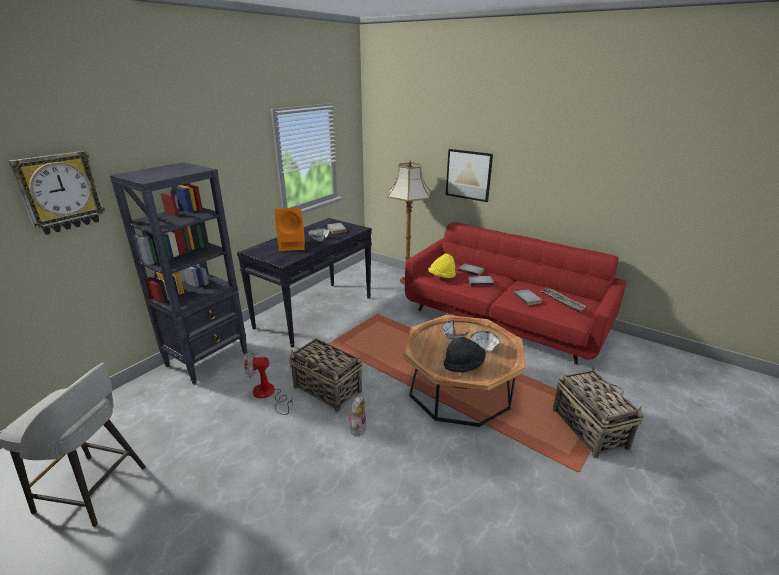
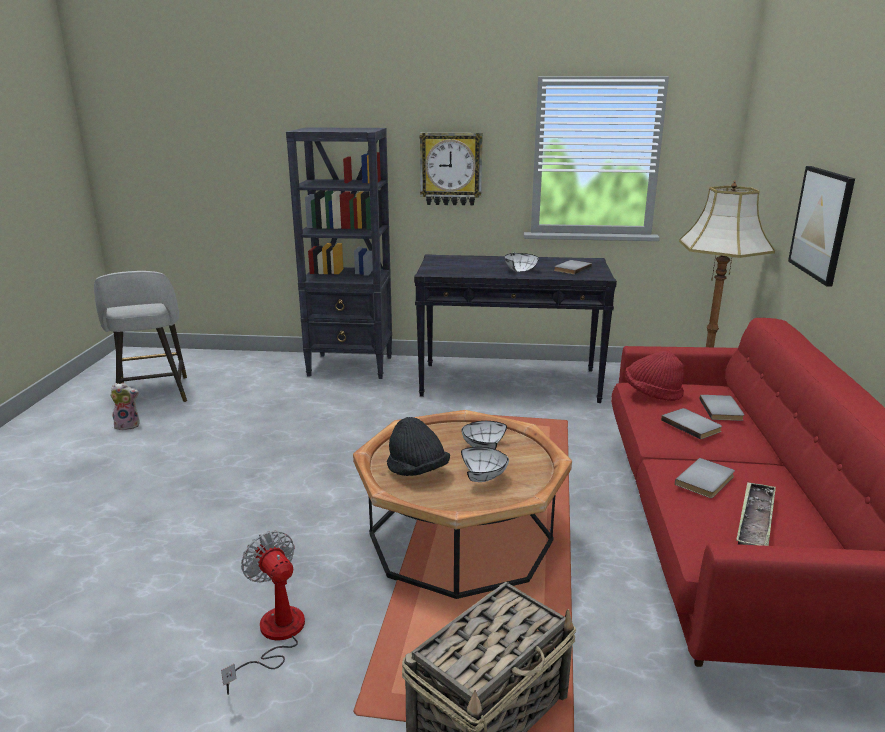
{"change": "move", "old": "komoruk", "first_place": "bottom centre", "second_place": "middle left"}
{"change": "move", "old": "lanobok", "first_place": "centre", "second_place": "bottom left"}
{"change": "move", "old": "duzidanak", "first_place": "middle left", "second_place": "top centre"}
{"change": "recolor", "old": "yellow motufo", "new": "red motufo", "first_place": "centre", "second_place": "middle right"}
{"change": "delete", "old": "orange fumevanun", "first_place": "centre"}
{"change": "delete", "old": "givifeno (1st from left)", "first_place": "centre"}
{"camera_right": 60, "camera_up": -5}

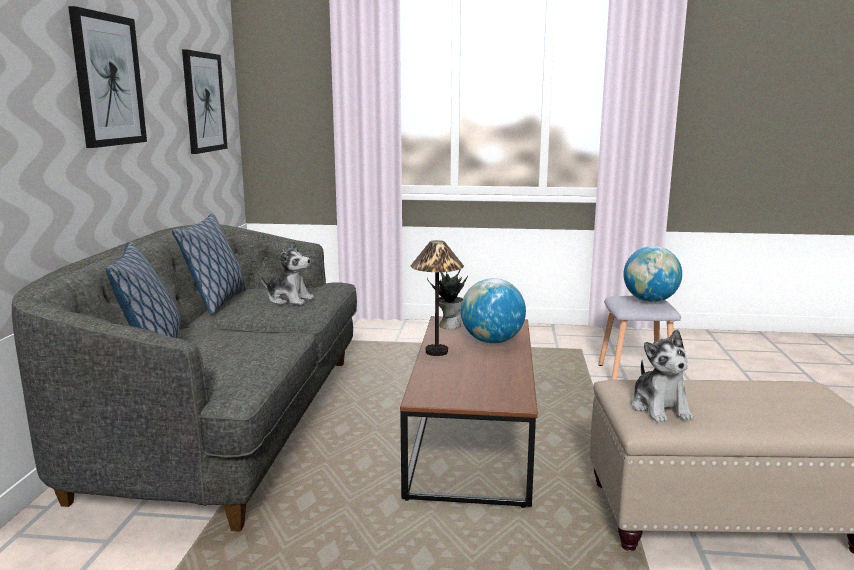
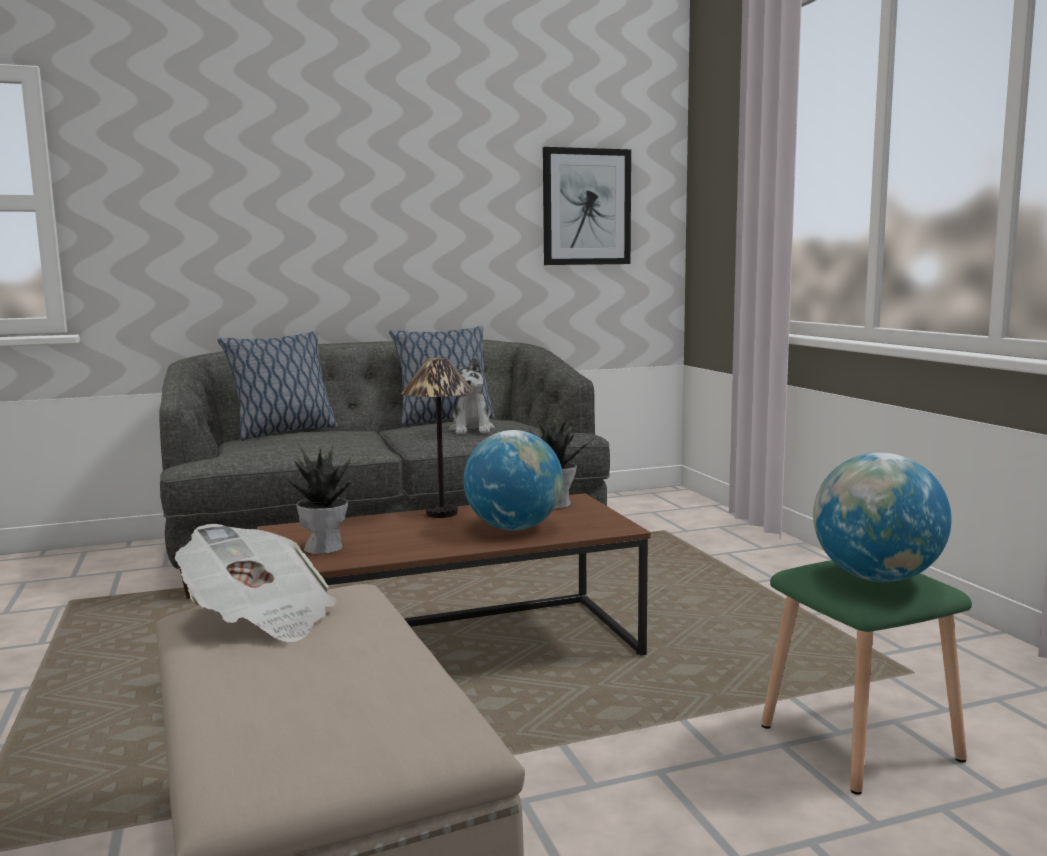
{"change": "replace", "old": "komoruk (2nd from left)", "new": "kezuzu", "first_place": "middle right", "second_place": "bottom left"}
{"change": "insert", "new": "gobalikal (1st from left)", "second_place": "middle left"}
{"change": "recolor", "old": "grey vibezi", "new": "green vibezi", "first_place": "middle right", "second_place": "bottom right"}
{"change": "delete", "old": "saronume (1st from left)", "first_place": "top left"}
{"camera_right": 65, "camera_up": -5}

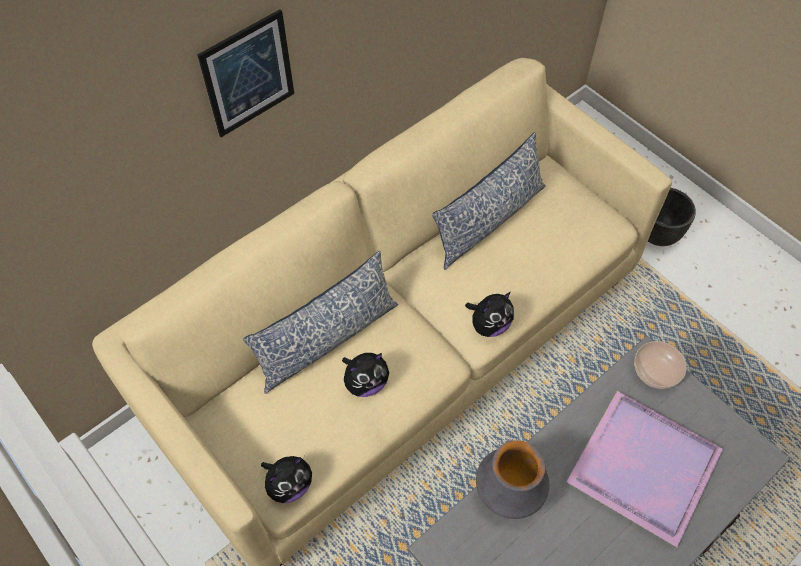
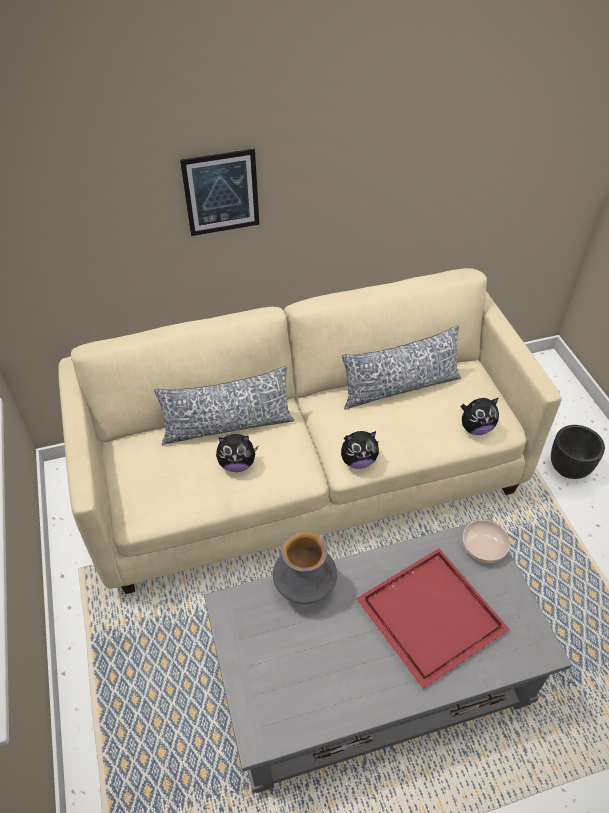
{"change": "recolor", "old": "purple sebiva", "new": "red sebiva", "first_place": "bottom right", "second_place": "bottom right"}
{"change": "move", "old": "komoruk (1st from left in the first image)", "new": "komoruk (3rd from left)", "first_place": "bottom centre", "second_place": "middle right"}
{"camera_right": 25, "camera_up": -10}

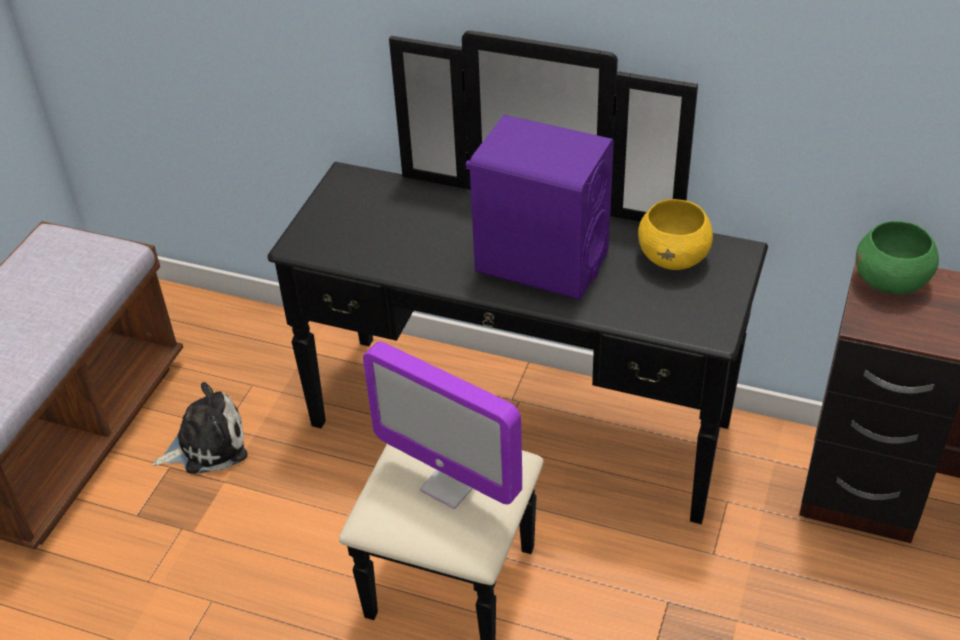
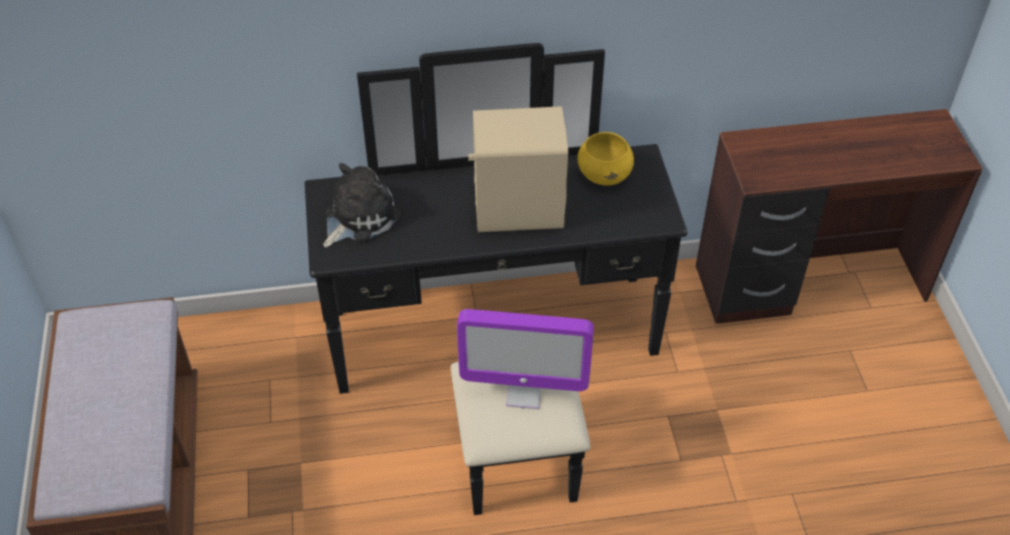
{"change": "move", "old": "komoruk", "first_place": "bottom left", "second_place": "centre"}
{"change": "recolor", "old": "purple fumevanun", "new": "beige fumevanun", "first_place": "top centre", "second_place": "top centre"}
{"change": "delete", "old": "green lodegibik", "first_place": "middle right"}
{"camera_right": -30, "camera_up": 5}

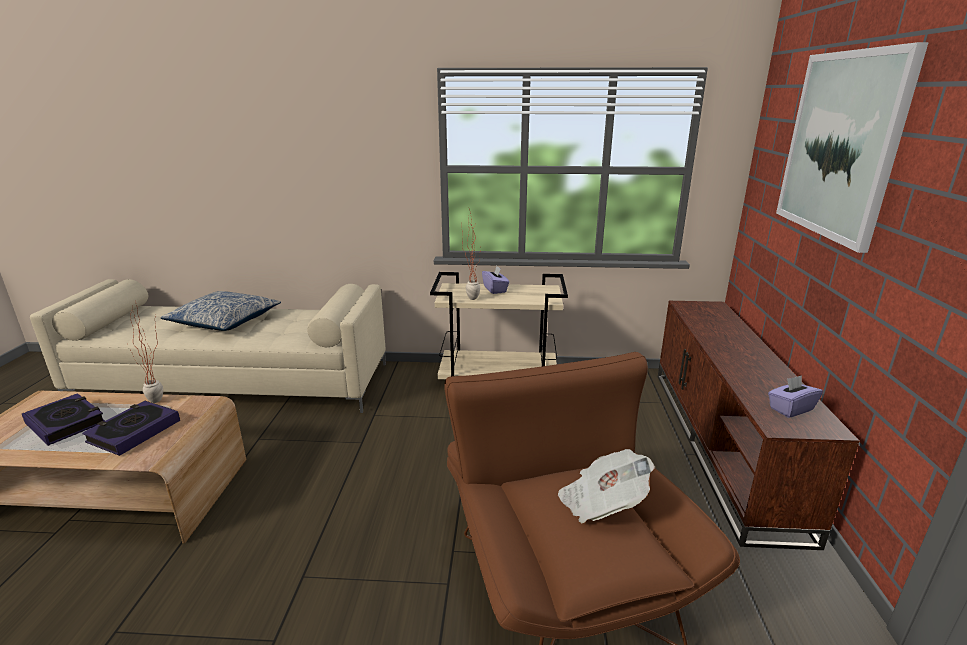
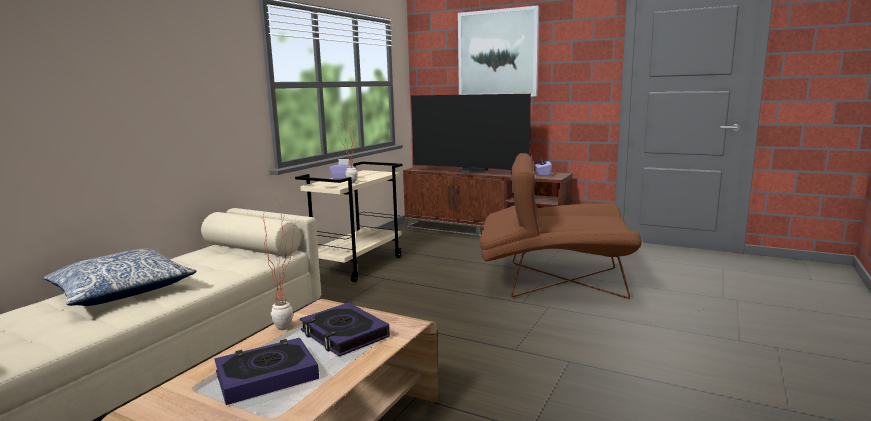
{"change": "insert", "new": "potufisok", "second_place": "top centre"}
{"change": "delete", "old": "kezuzu", "first_place": "bottom centre"}
{"camera_right": -65, "camera_up": -10}

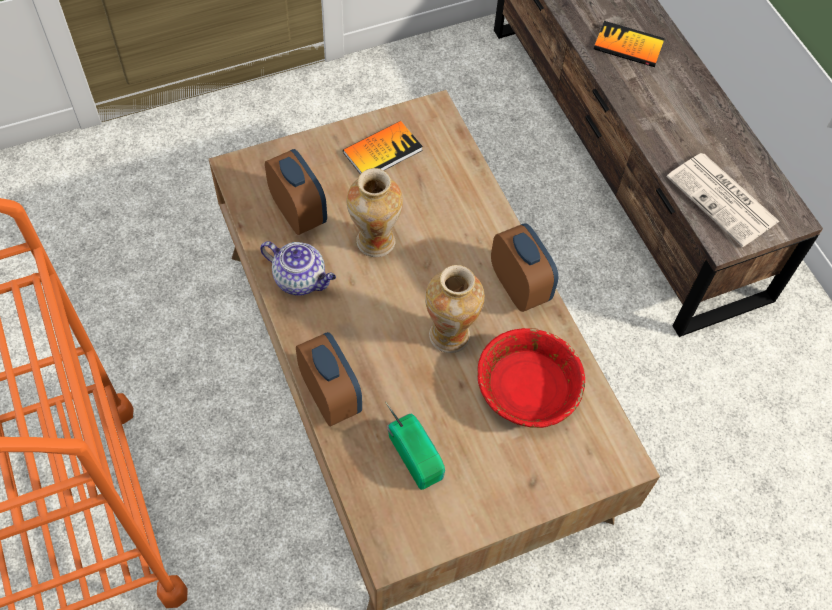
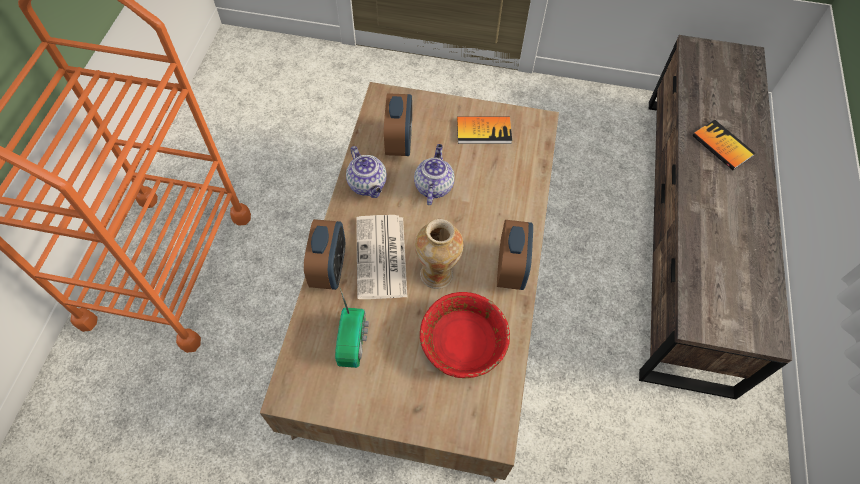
{"change": "move", "old": "kezuzu", "first_place": "top right", "second_place": "centre"}
{"change": "replace", "old": "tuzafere (1st from left)", "new": "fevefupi (2nd from left)", "first_place": "centre", "second_place": "centre"}
{"camera_right": 35, "camera_up": 0}

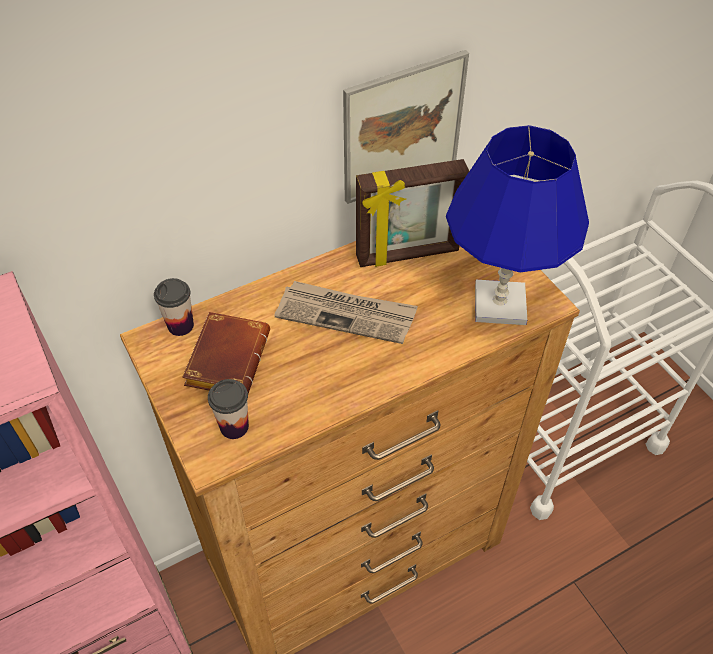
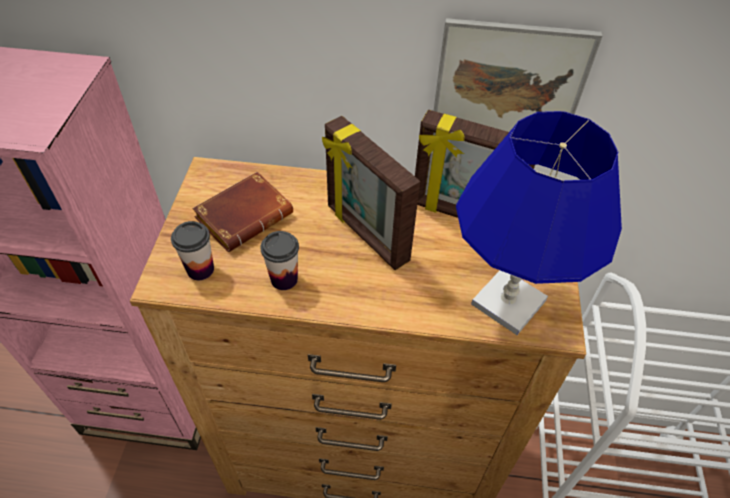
{"change": "move", "old": "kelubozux (1st from left in the first image)", "new": "kelubozux (2nd from left)", "first_place": "middle left", "second_place": "centre"}
{"change": "replace", "old": "kezuzu", "new": "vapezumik (1st from left)", "first_place": "centre", "second_place": "centre"}
{"camera_right": 35, "camera_up": 0}

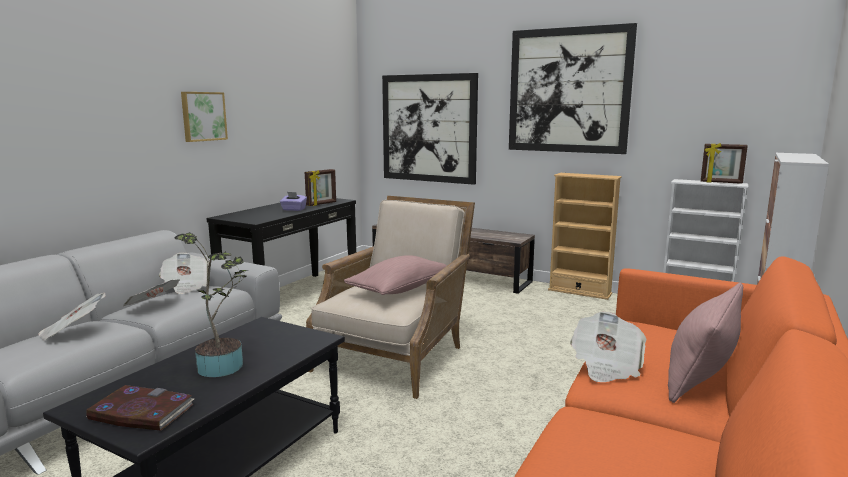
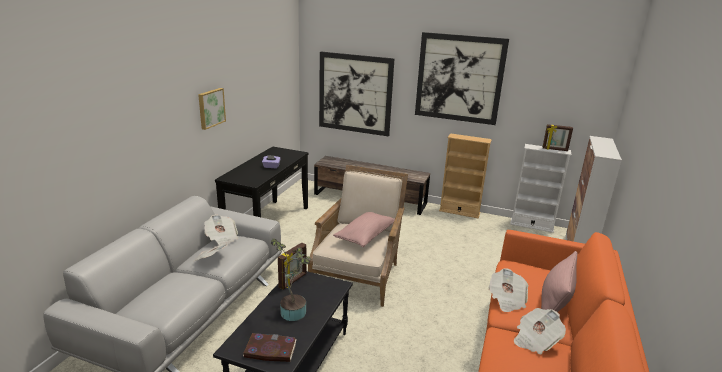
{"change": "move", "old": "vapezumik (1st from left)", "first_place": "centre", "second_place": "bottom centre"}
{"change": "move", "old": "kezuzu (1st from left in the first image)", "new": "kezuzu (4th from left)", "first_place": "middle left", "second_place": "bottom right"}
{"camera_right": -10, "camera_up": 10}

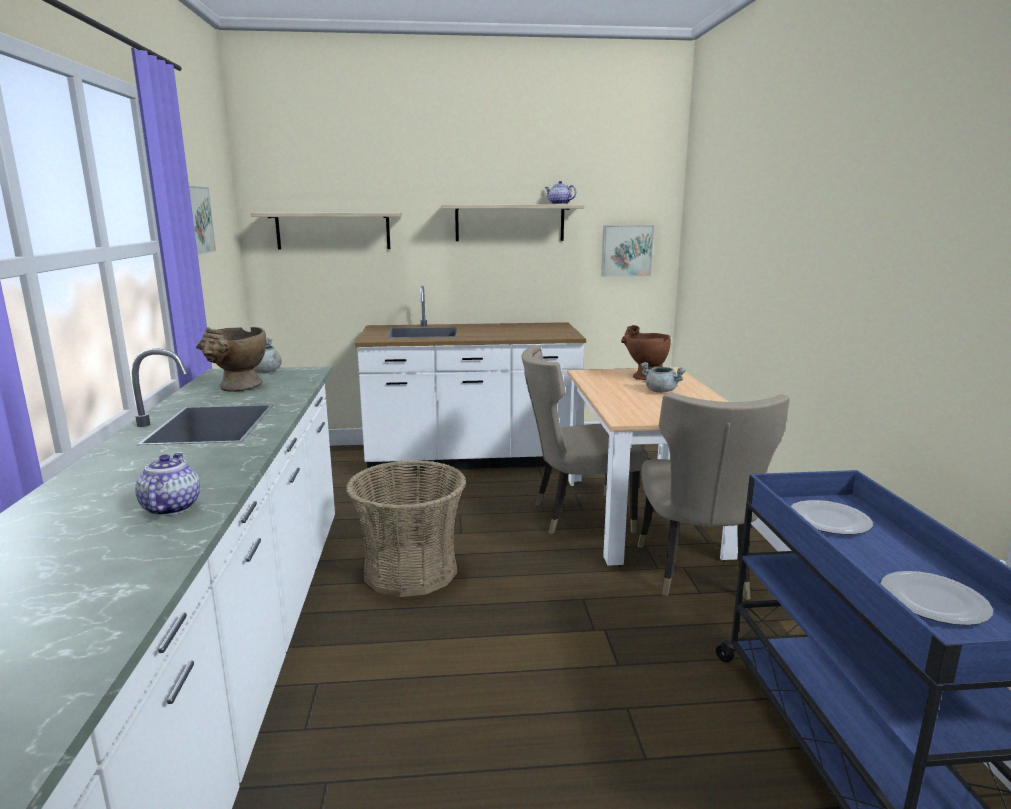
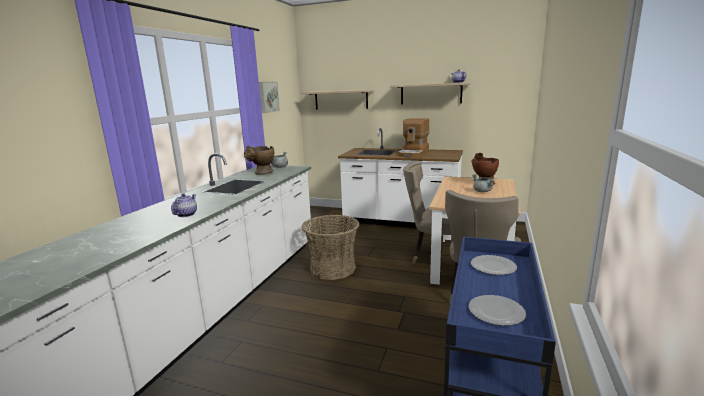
{"change": "insert", "new": "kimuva", "second_place": "centre"}
{"change": "delete", "old": "saronume (2nd from left)", "first_place": "top centre"}
{"camera_right": 25, "camera_up": 0}

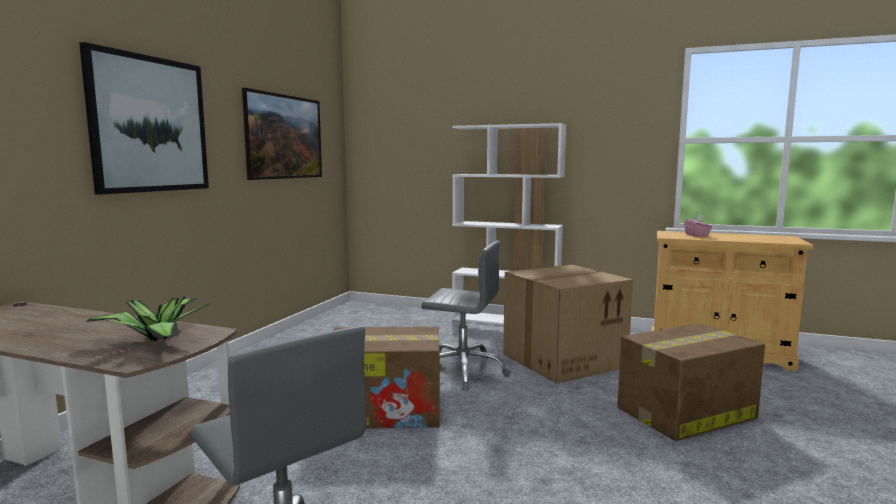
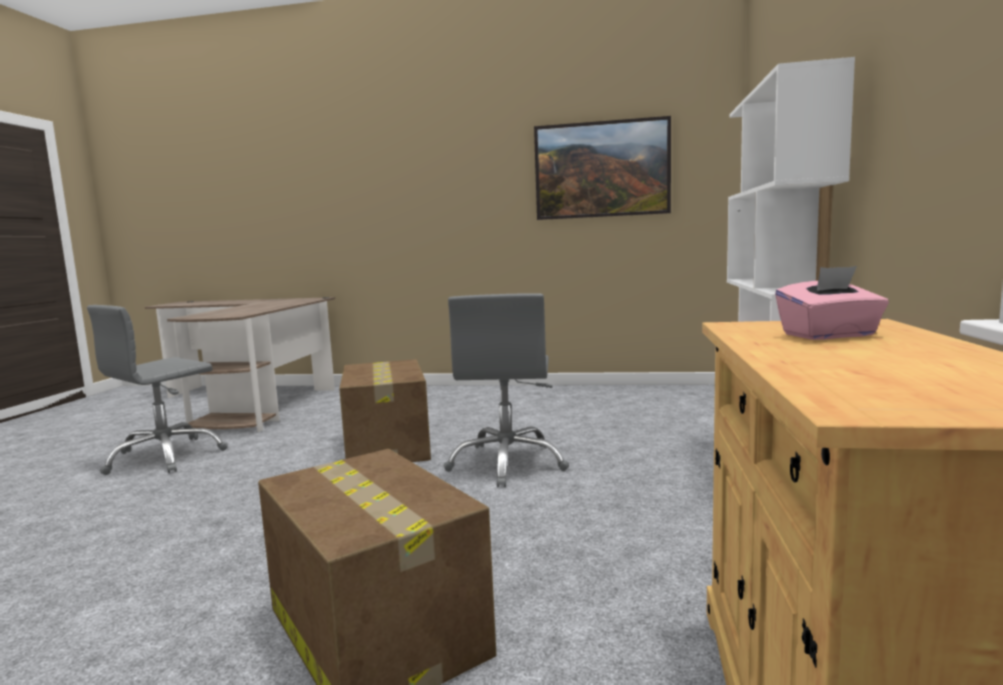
{"change": "delete", "old": "saronume (1st from left)", "first_place": "top left"}
{"change": "delete", "old": "gobalikal", "first_place": "middle left"}
{"change": "delete", "old": "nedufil (2nd from left)", "first_place": "centre"}
{"camera_right": 80, "camera_up": 0}

